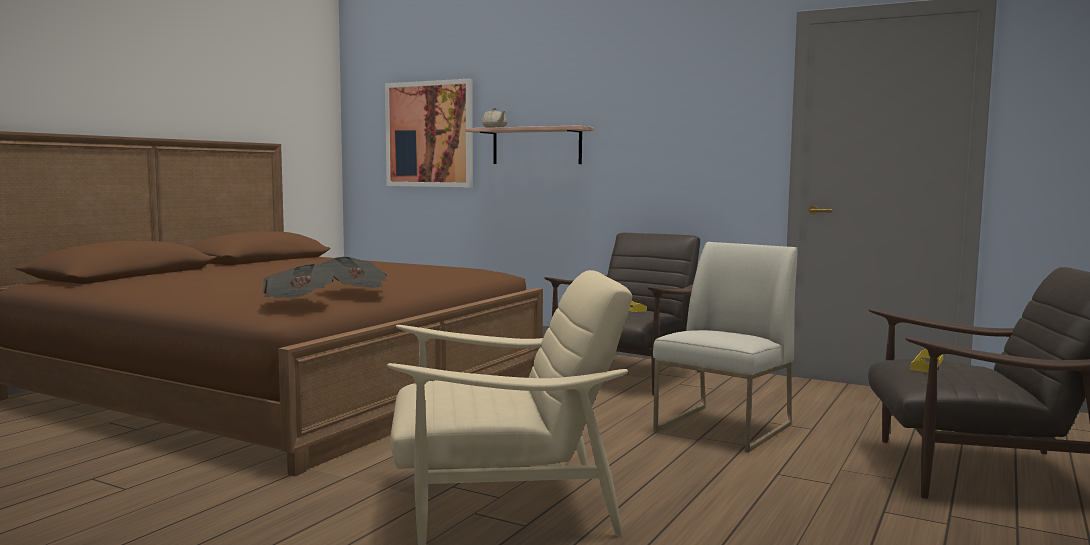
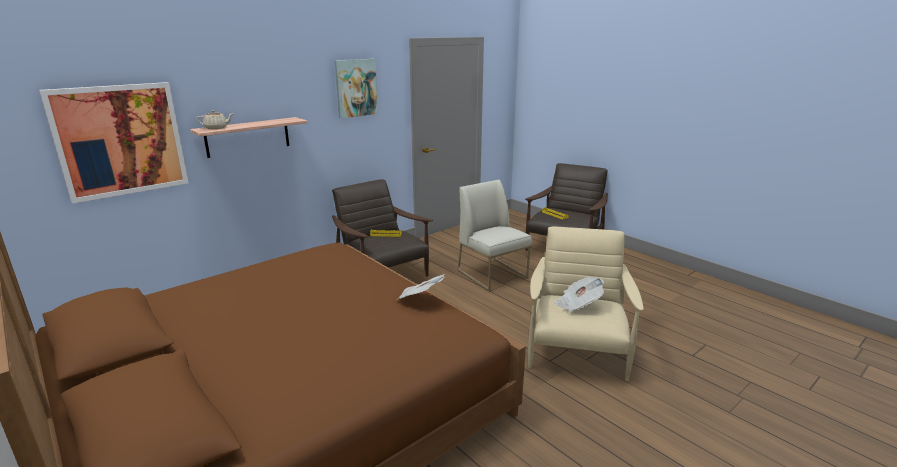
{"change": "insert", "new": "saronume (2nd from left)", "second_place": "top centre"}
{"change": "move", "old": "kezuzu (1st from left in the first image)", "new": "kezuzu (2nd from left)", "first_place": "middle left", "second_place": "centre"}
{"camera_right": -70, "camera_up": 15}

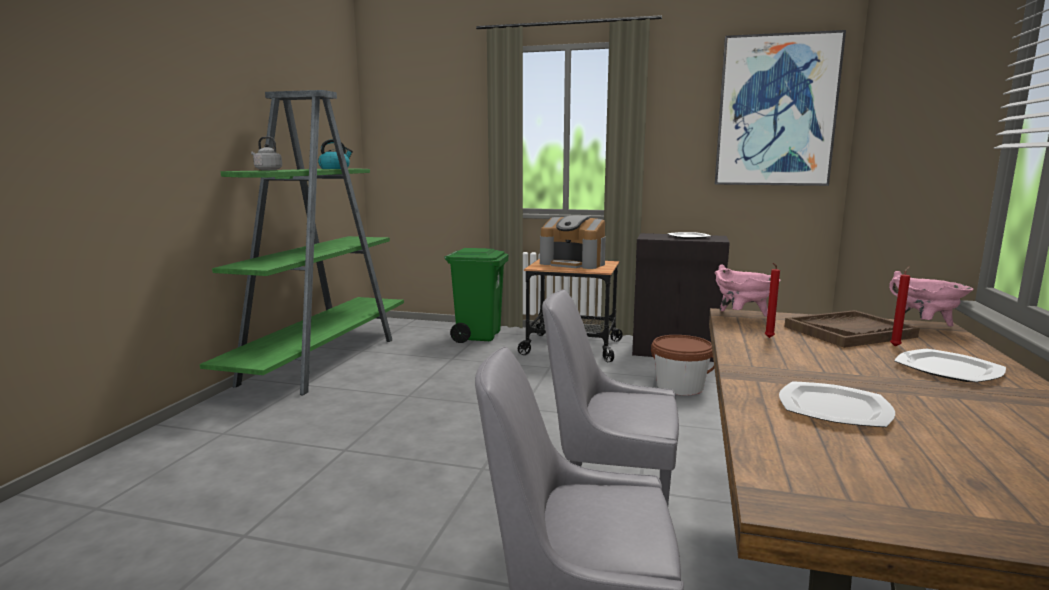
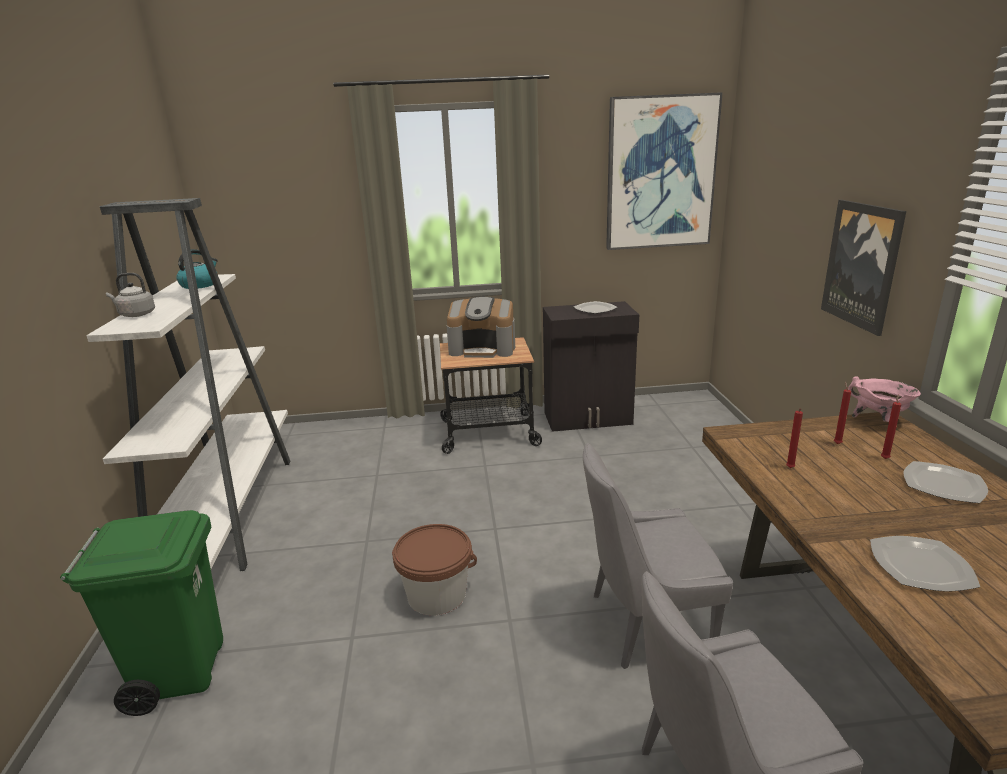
{"change": "move", "old": "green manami", "first_place": "centre", "second_place": "bottom left"}
{"change": "recolor", "old": "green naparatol", "new": "white naparatol", "first_place": "middle left", "second_place": "middle left"}
{"change": "move", "old": "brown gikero", "first_place": "centre", "second_place": "bottom centre"}
{"change": "insert", "new": "saronume (2nd from left)", "second_place": "middle right"}
{"change": "replace", "old": "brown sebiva", "new": "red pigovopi (2nd from left)", "first_place": "middle right", "second_place": "middle right"}
{"change": "delete", "old": "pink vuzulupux (1st from left)", "first_place": "middle right"}
{"camera_right": -20, "camera_up": 10}

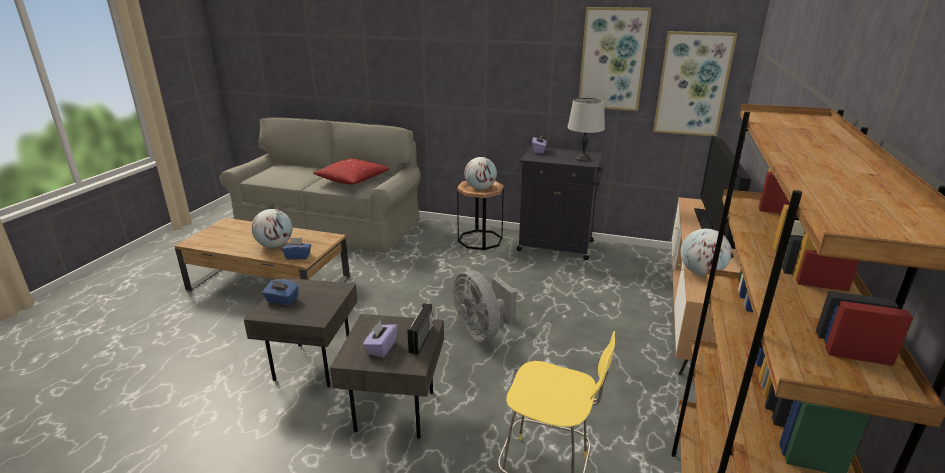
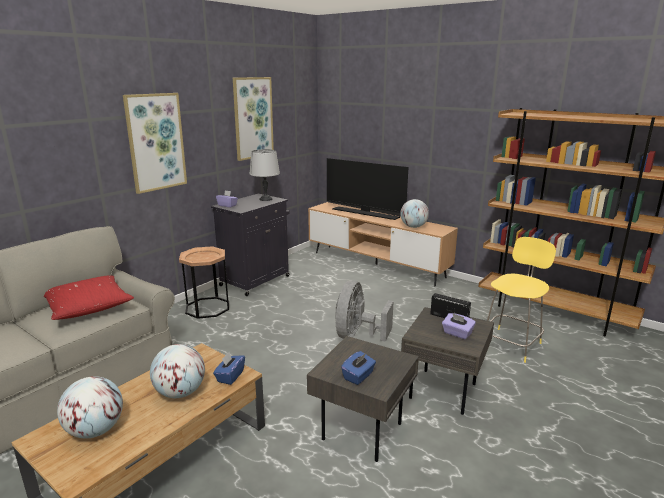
{"change": "move", "old": "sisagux (2nd from left in the first image)", "new": "sisagux (1st from left)", "first_place": "centre", "second_place": "bottom left"}
{"change": "move", "old": "saronume (2nd from left in the first image)", "new": "saronume (1st from left)", "first_place": "top right", "second_place": "top left"}
{"change": "rotate", "old": "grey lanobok", "first_place": "centre", "second_place": "centre", "degrees": 120}
{"camera_right": -70, "camera_up": -5}

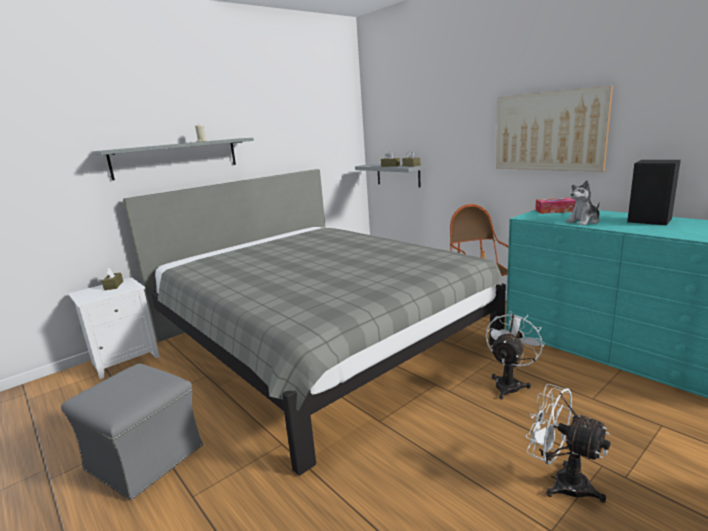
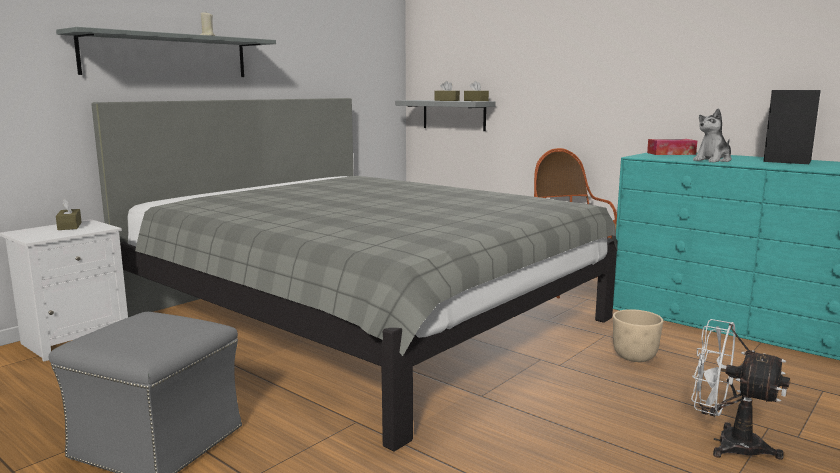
{"change": "replace", "old": "white lanobok (1st from left)", "new": "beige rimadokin", "first_place": "bottom right", "second_place": "bottom right"}
{"change": "delete", "old": "saronume", "first_place": "top right"}
{"camera_right": -10, "camera_up": -5}

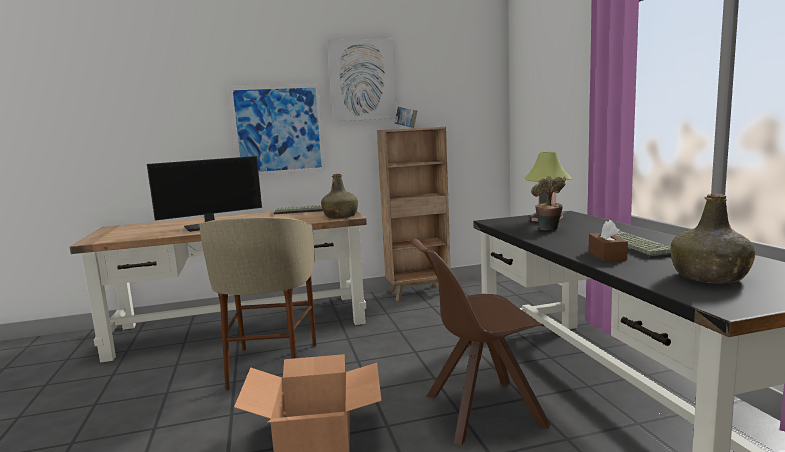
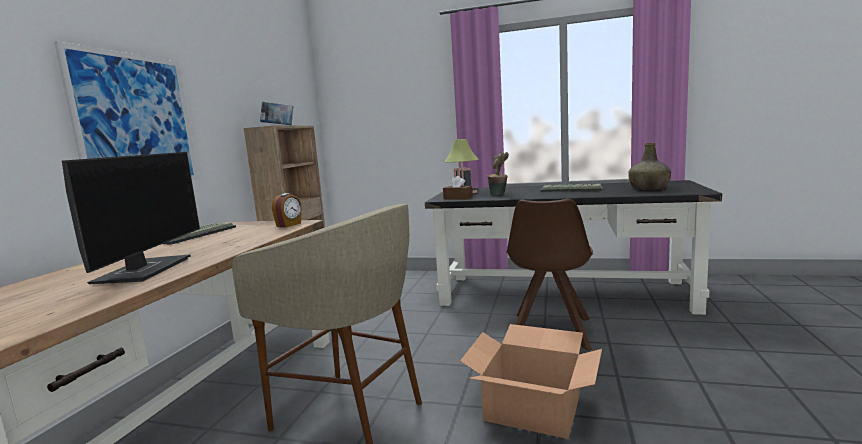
{"change": "replace", "old": "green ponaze (1st from left)", "new": "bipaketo", "first_place": "centre", "second_place": "middle left"}
{"change": "move", "old": "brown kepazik", "first_place": "middle right", "second_place": "centre"}
{"change": "delete", "old": "saronume (2nd from left)", "first_place": "top centre"}
{"camera_right": -60, "camera_up": 0}

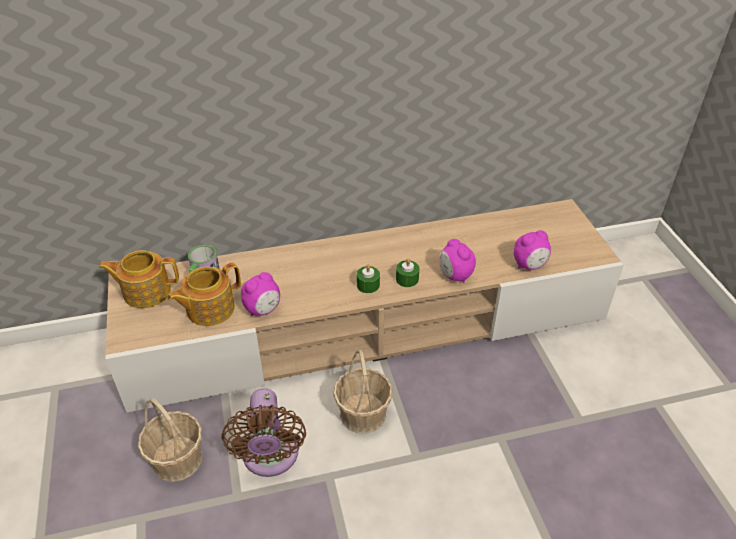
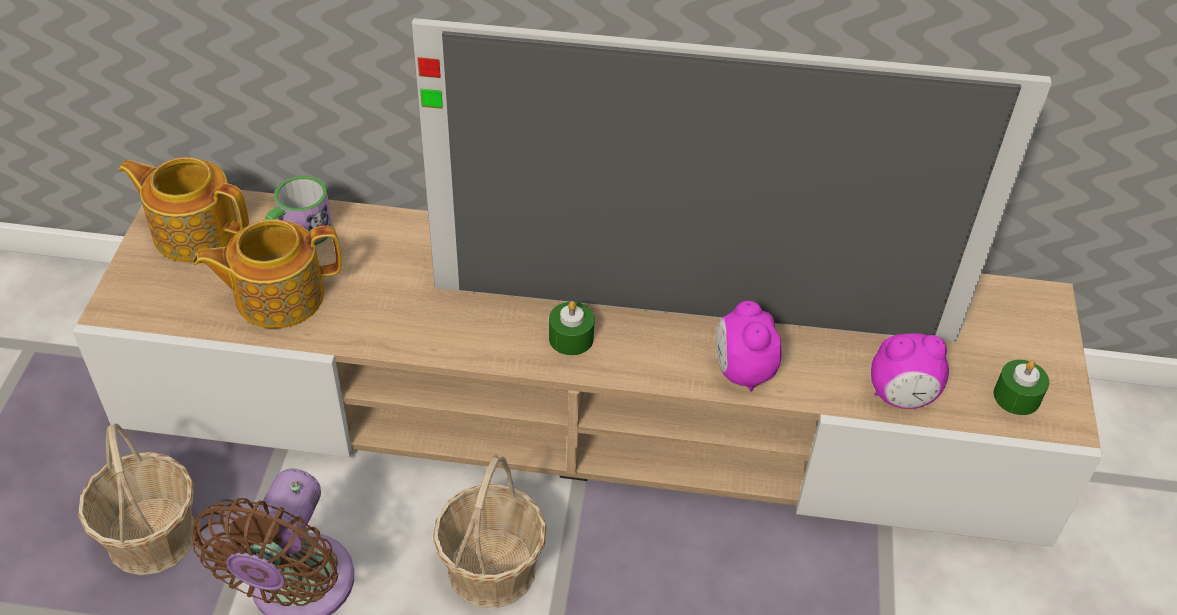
{"change": "insert", "new": "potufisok", "second_place": "top centre"}
{"change": "move", "old": "green pigovopi (2nd from left)", "first_place": "centre", "second_place": "middle right"}
{"change": "delete", "old": "bipaketo (1st from left)", "first_place": "centre"}
{"camera_right": 20, "camera_up": 5}

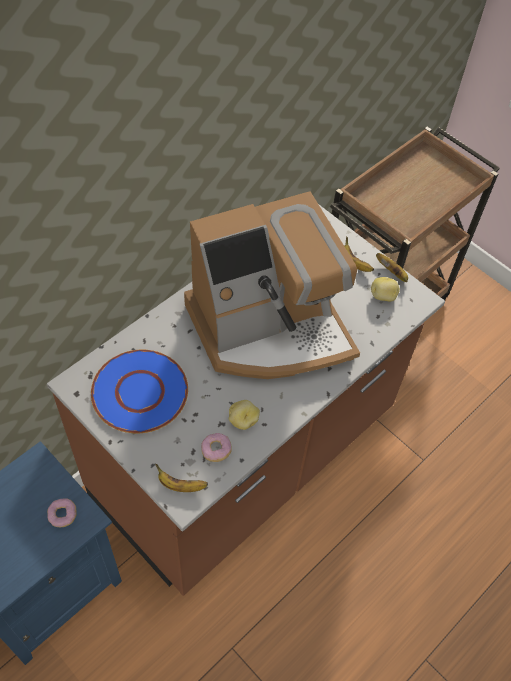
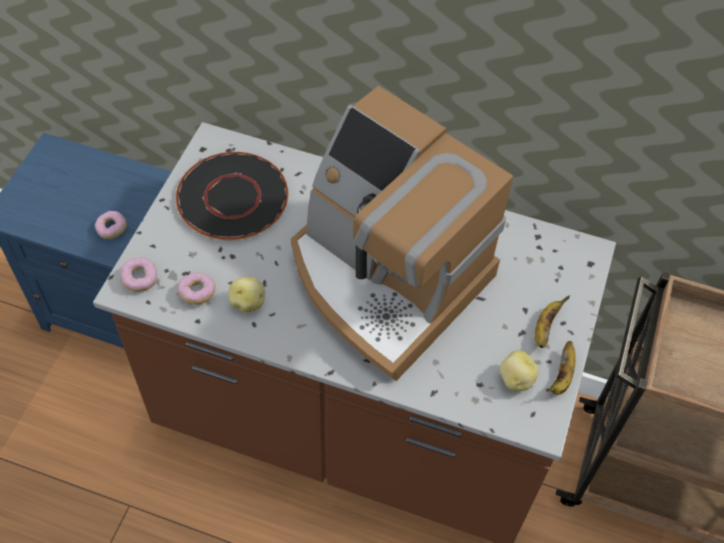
{"change": "replace", "old": "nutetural (1st from left)", "new": "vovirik (2nd from left)", "first_place": "bottom centre", "second_place": "middle left"}
{"change": "recolor", "old": "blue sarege", "new": "black sarege", "first_place": "middle left", "second_place": "middle left"}
{"camera_right": 65, "camera_up": 0}

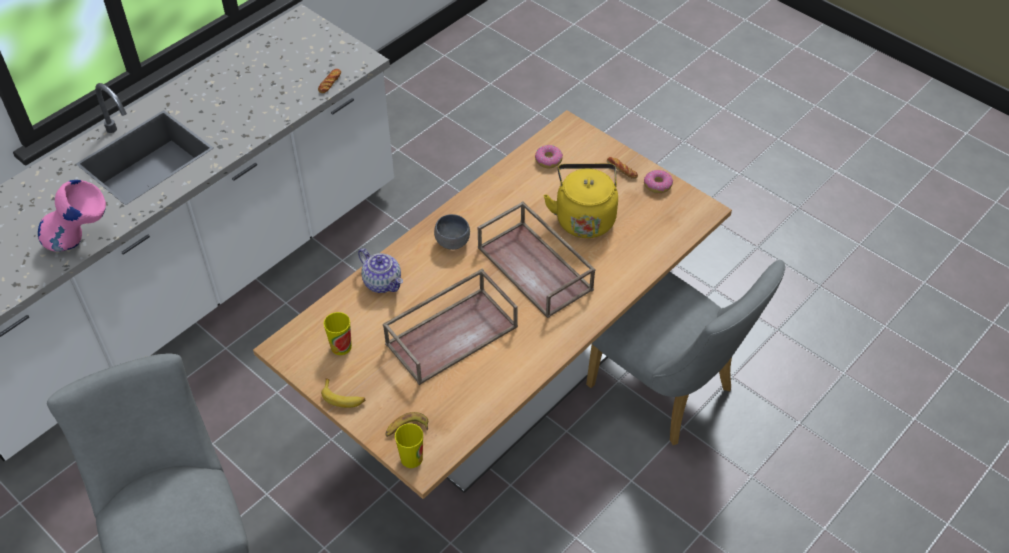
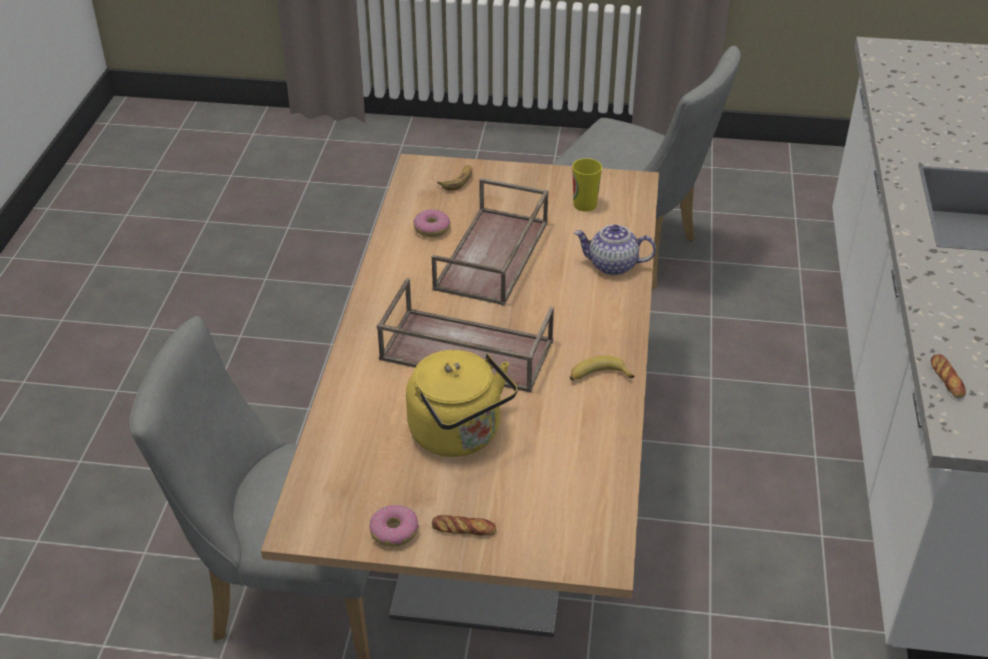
{"change": "move", "old": "vovirik (1st from left in the first image)", "new": "vovirik (2nd from left)", "first_place": "top centre", "second_place": "centre"}
{"change": "move", "old": "nutetural (1st from left in the first image)", "new": "nutetural (2nd from left)", "first_place": "bottom centre", "second_place": "centre"}
{"change": "delete", "old": "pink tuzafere", "first_place": "middle left"}
{"change": "delete", "old": "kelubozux (2nd from left)", "first_place": "bottom centre"}
{"change": "delete", "old": "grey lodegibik", "first_place": "centre"}
{"camera_right": 145, "camera_up": -10}

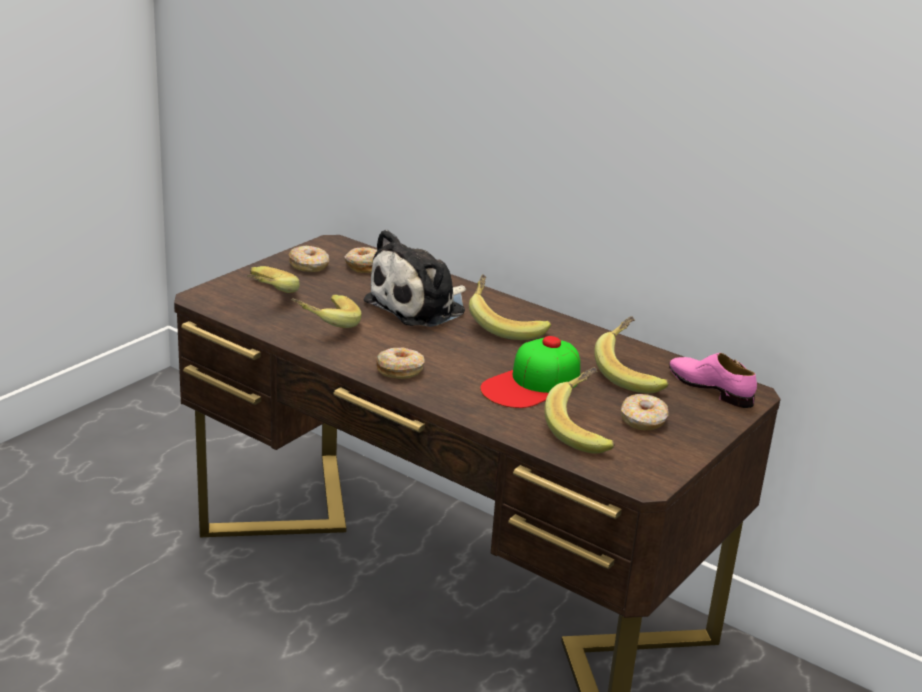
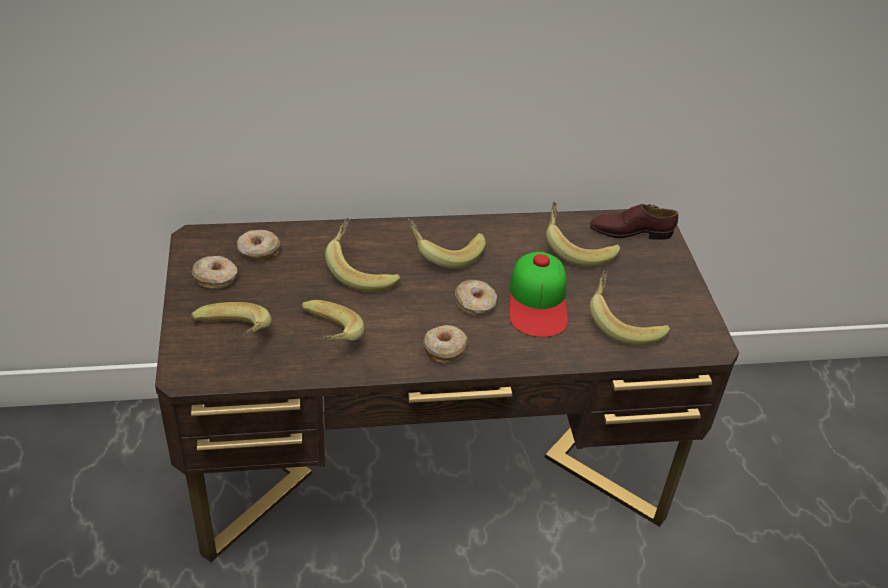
{"change": "replace", "old": "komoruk", "new": "nutetural (3rd from left)", "first_place": "centre", "second_place": "centre"}
{"change": "move", "old": "vovirik (4th from left)", "first_place": "middle right", "second_place": "centre"}
{"change": "recolor", "old": "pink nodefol", "new": "brown nodefol", "first_place": "middle right", "second_place": "middle right"}
{"camera_right": -45, "camera_up": 15}

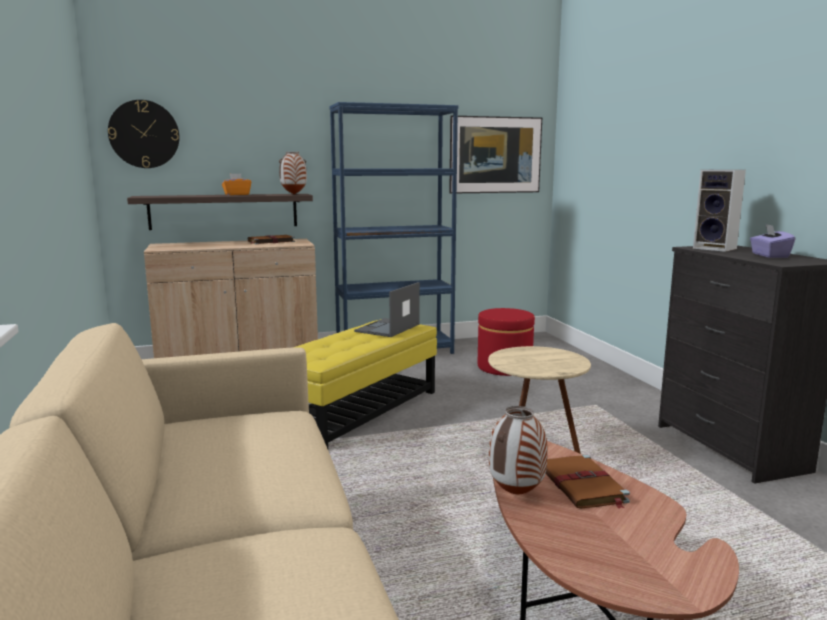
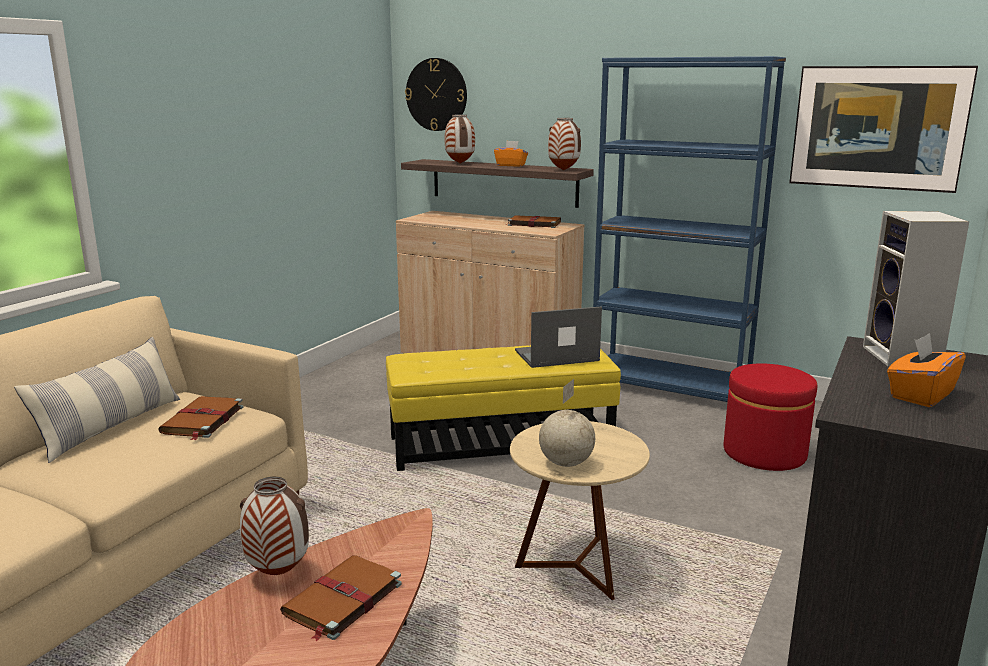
{"change": "insert", "new": "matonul", "second_place": "middle left"}
{"change": "insert", "new": "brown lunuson (1st from left)", "second_place": "middle left"}
{"change": "insert", "new": "tuzafere (2nd from left)", "second_place": "top centre"}
{"change": "insert", "new": "sisagux", "second_place": "centre"}
{"change": "recolor", "old": "purple kepazik", "new": "orange kepazik (2nd from left)", "first_place": "middle right", "second_place": "middle right"}
{"camera_right": 45, "camera_up": 5}

